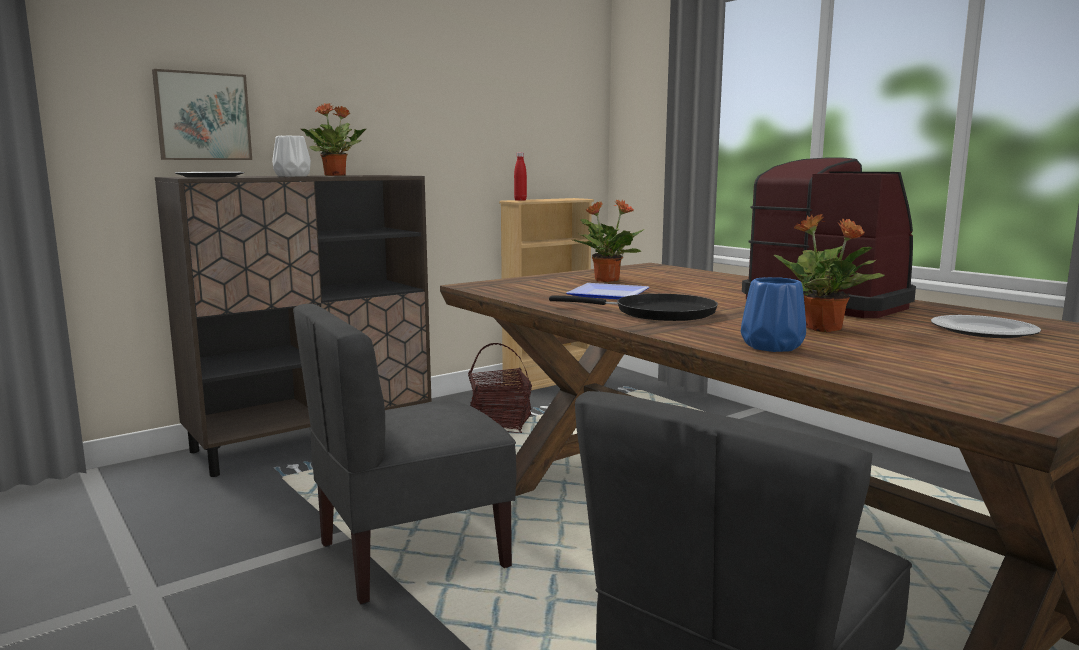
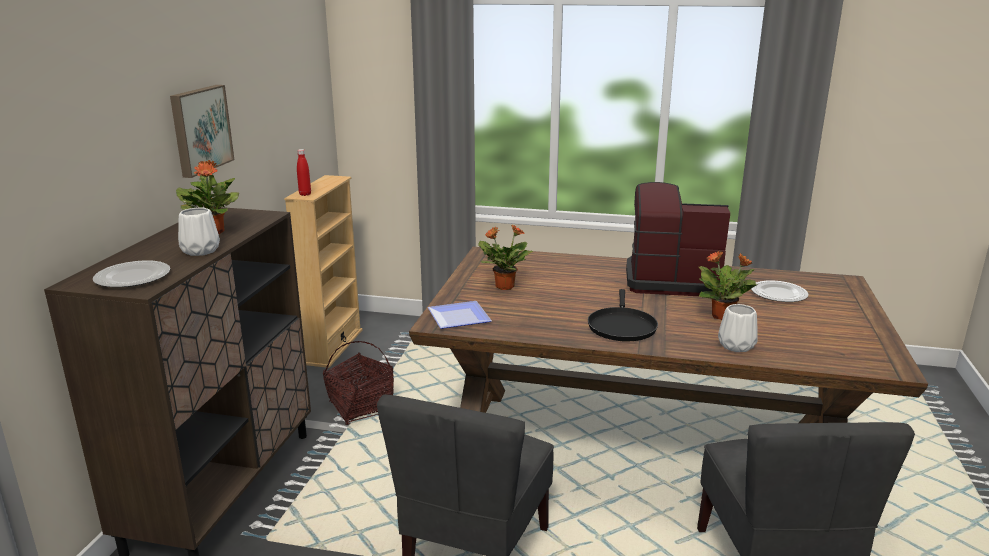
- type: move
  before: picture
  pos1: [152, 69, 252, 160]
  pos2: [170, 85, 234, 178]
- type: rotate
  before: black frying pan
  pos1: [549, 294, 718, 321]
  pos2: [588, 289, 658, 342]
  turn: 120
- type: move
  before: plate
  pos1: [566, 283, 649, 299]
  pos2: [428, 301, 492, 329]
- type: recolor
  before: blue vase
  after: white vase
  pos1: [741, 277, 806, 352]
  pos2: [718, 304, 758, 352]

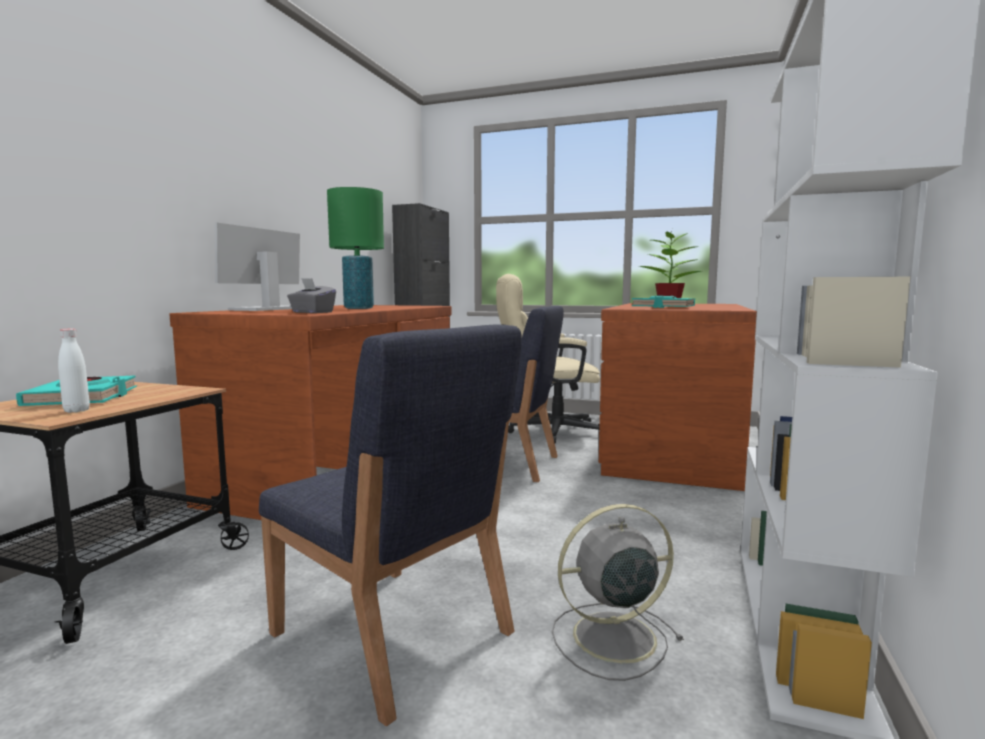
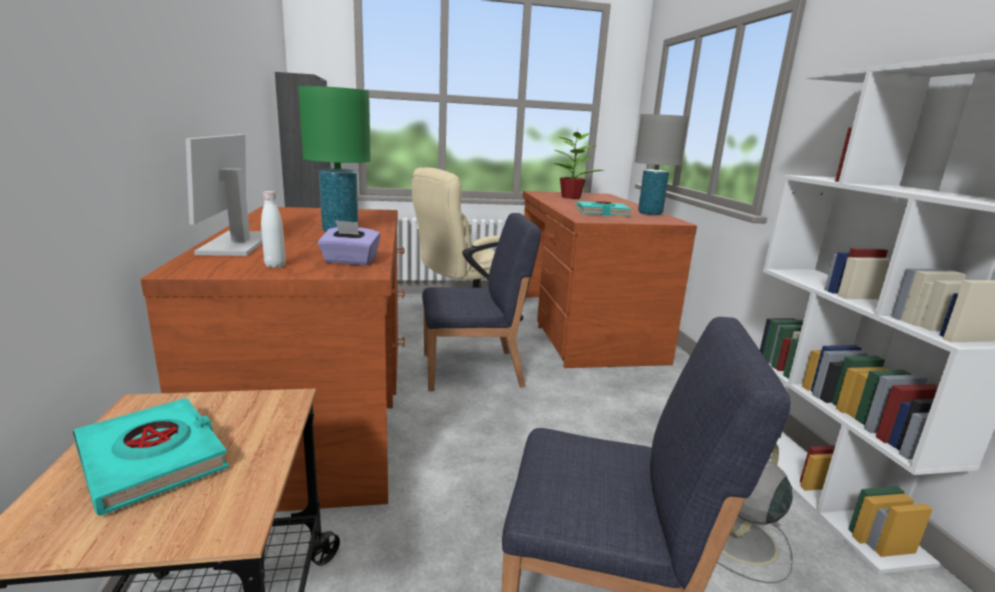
- type: move
  before: white bottle
  pos1: [58, 329, 90, 413]
  pos2: [261, 191, 286, 268]
- type: recolor
  before: grey tissue box
  after: purple tissue box
  pos1: [287, 278, 336, 313]
  pos2: [318, 220, 380, 265]
- type: insert
  after: grey table lamp
  pos2: [635, 114, 688, 215]

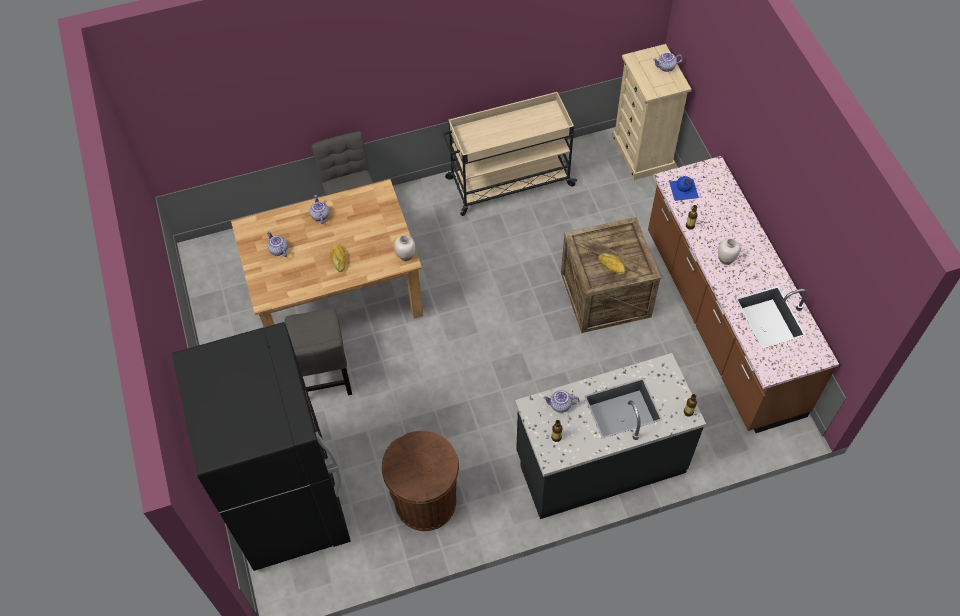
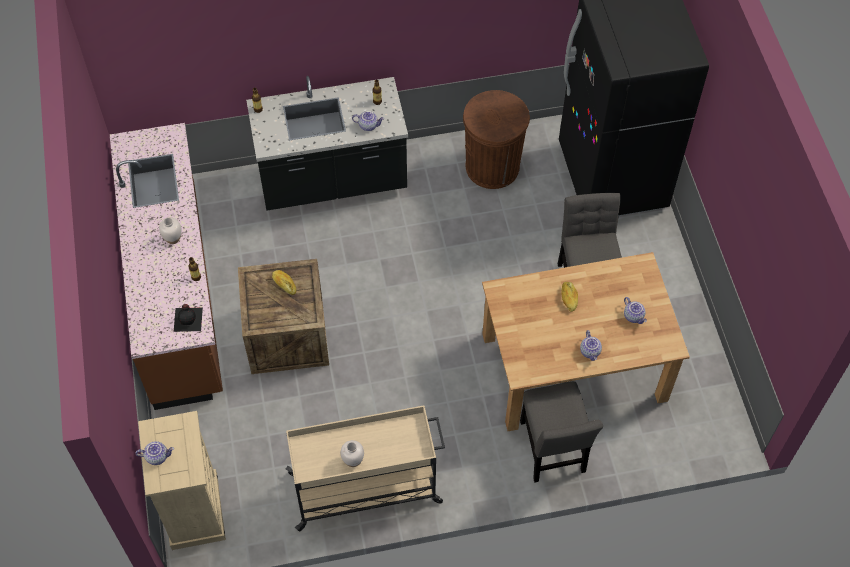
- type: move
  before: white vase
  pos1: [394, 235, 415, 261]
  pos2: [341, 440, 364, 467]
- type: recolor
  before: blue bottle
  after: black bottle
  pos1: [669, 176, 699, 201]
  pos2: [174, 304, 203, 332]

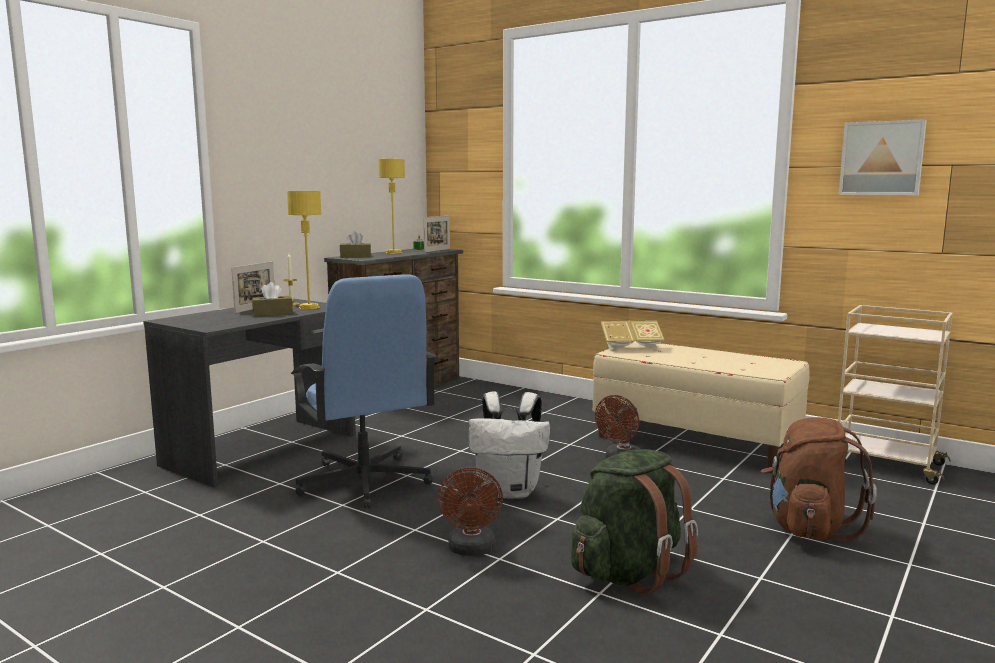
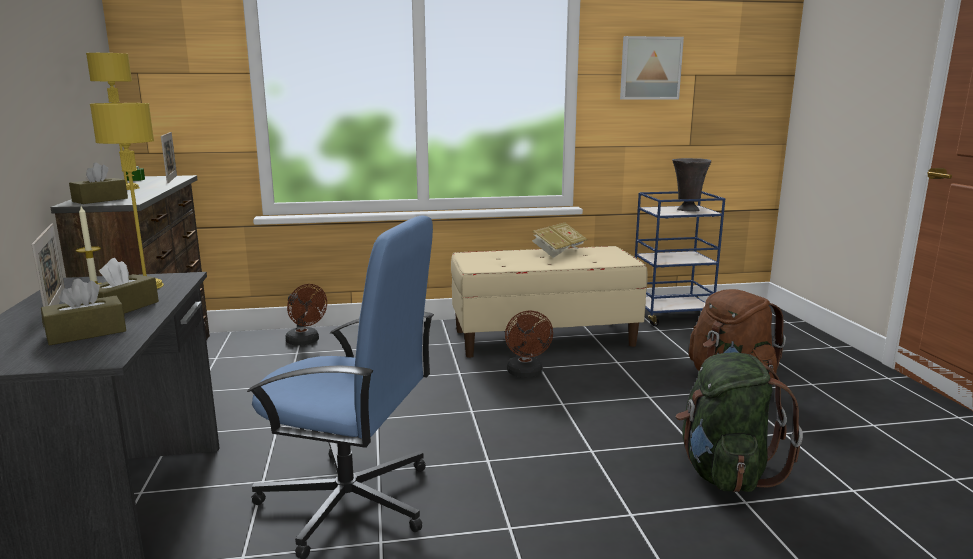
- type: move
  before: brown fan
  pos1: [438, 467, 503, 556]
  pos2: [285, 284, 327, 346]
- type: delete
  before: white backpack
  pos1: [469, 391, 550, 499]
- type: move
  before: book
  pos1: [601, 321, 665, 351]
  pos2: [532, 223, 588, 258]
- type: recolor
  before: beige cart
  after: blue cart
  pos1: [838, 305, 953, 484]
  pos2: [635, 191, 725, 326]
- type: insert
  after: brown tissue box
  pos2: [41, 278, 126, 345]
- type: insert
  after: grey vase
  pos2: [672, 158, 711, 212]

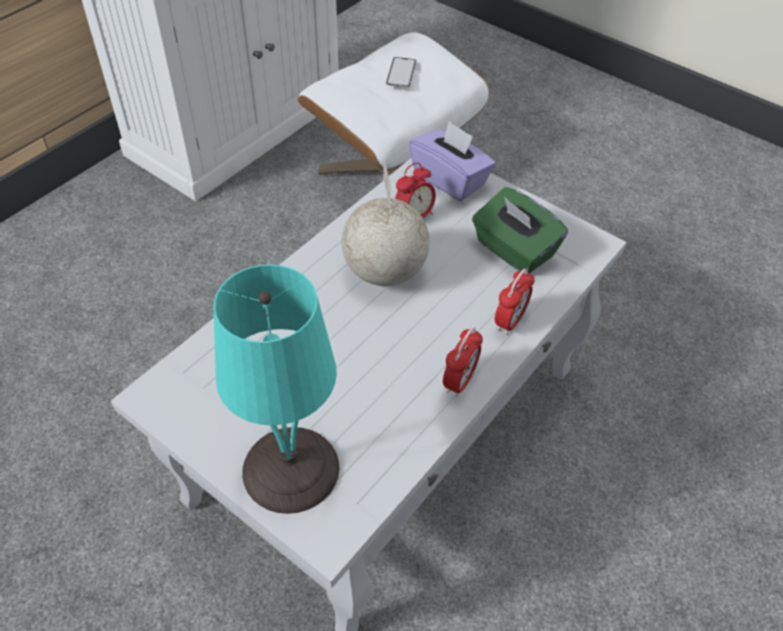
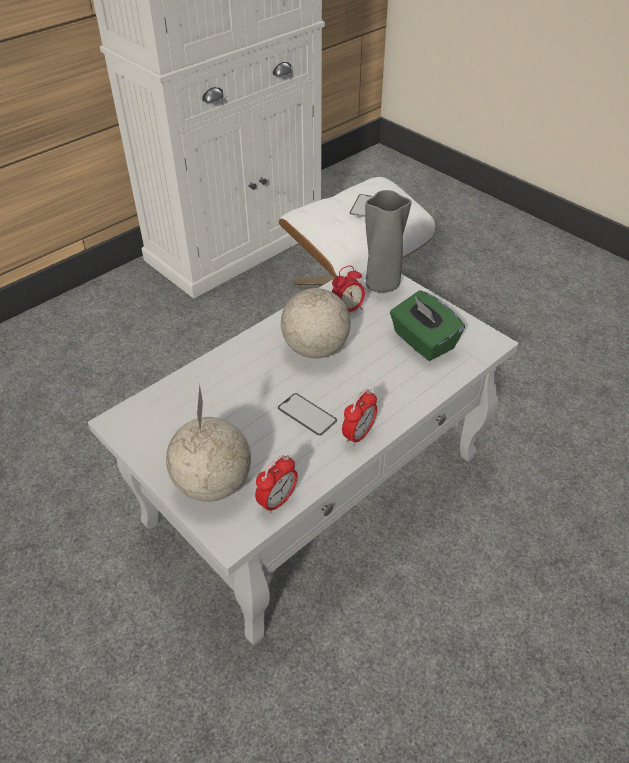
- type: replace
  before: turquoise table lamp
  after: globe
  pos1: [214, 264, 339, 514]
  pos2: [166, 384, 251, 502]
- type: replace
  before: purple tissue box
  after: grey vase
  pos1: [409, 121, 496, 201]
  pos2: [365, 190, 412, 293]
- type: move
  before: alarm clock
  pos1: [495, 268, 535, 335]
  pos2: [255, 455, 298, 514]
- type: insert
  after: phone
  pos2: [278, 393, 337, 436]

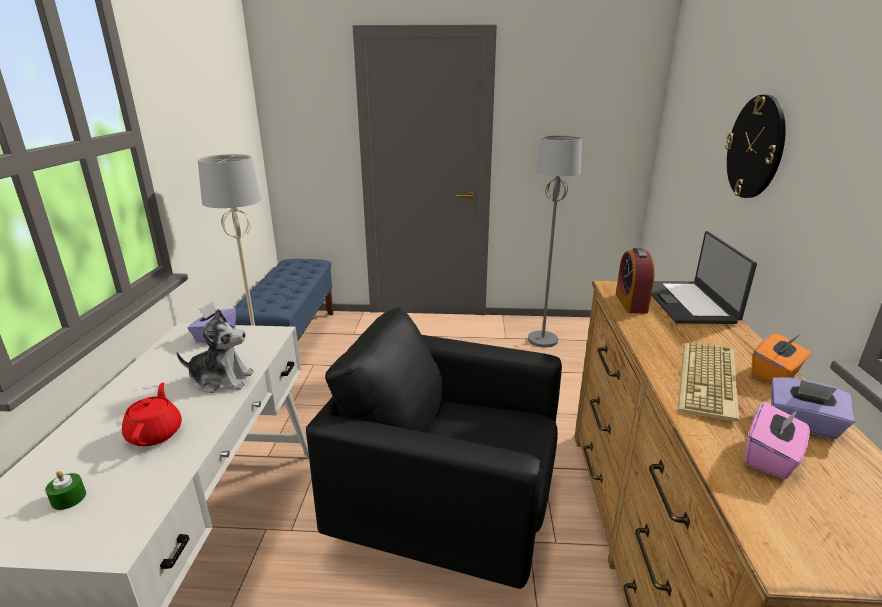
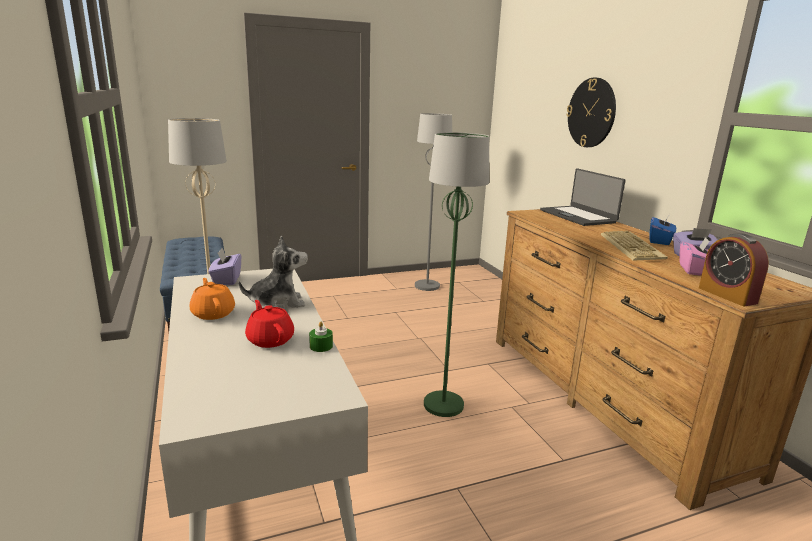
- type: move
  before: green candle
  pos1: [45, 471, 86, 510]
  pos2: [309, 322, 333, 352]
- type: replace
  before: black armchair
  after: green floor lamp
  pos1: [306, 308, 562, 589]
  pos2: [424, 132, 489, 417]
- type: move
  before: alarm clock
  pos1: [616, 248, 655, 313]
  pos2: [699, 233, 769, 306]
- type: recolor
  before: orange tissue box
  after: blue tissue box
  pos1: [752, 333, 811, 383]
  pos2: [650, 214, 676, 245]
- type: insert
  after: orange teapot
  pos2: [190, 278, 235, 320]

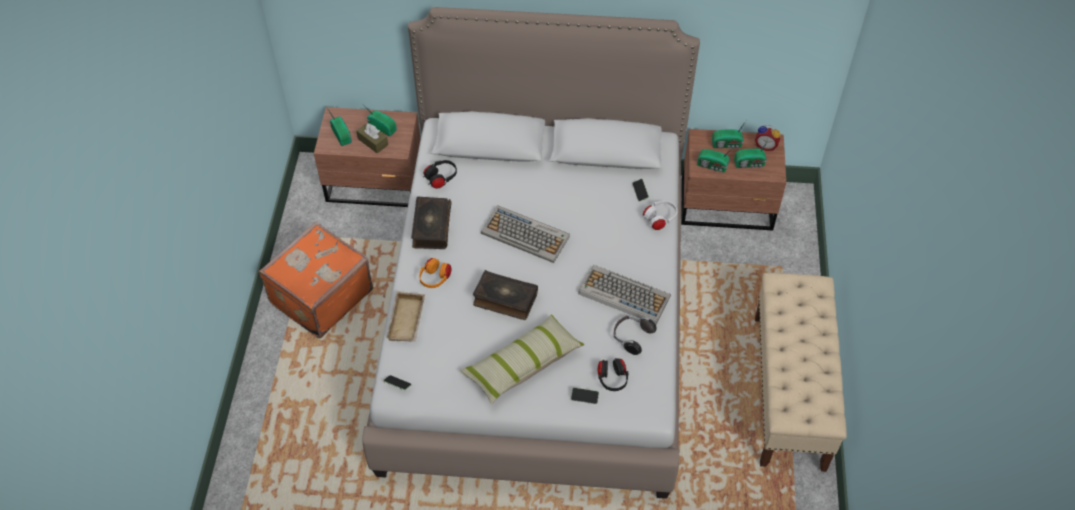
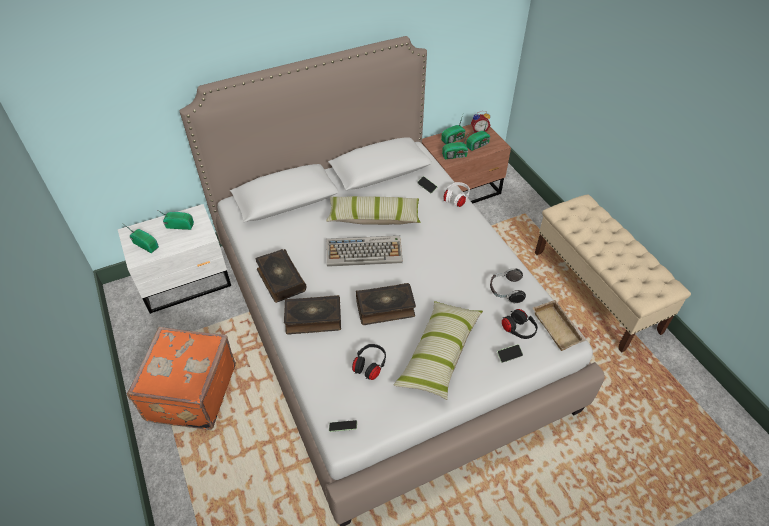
- type: recolor
  before: brown nightstand
  after: white nightstand
  pos1: [314, 107, 421, 207]
  pos2: [118, 204, 231, 314]
- type: delete
  before: brown tissue box
  pos1: [356, 122, 388, 153]
- type: move
  before: beige tray
  pos1: [387, 291, 425, 342]
  pos2: [533, 300, 586, 351]
- type: replace
  before: orange headphones
  after: book
  pos1: [419, 258, 451, 288]
  pos2: [284, 295, 341, 335]
- type: move
  before: black headphones
  pos1: [423, 160, 457, 189]
  pos2: [352, 344, 386, 380]
- type: delete
  before: keyboard
  pos1: [578, 265, 671, 325]
- type: insert
  after: pillow
  pos2: [326, 196, 420, 225]

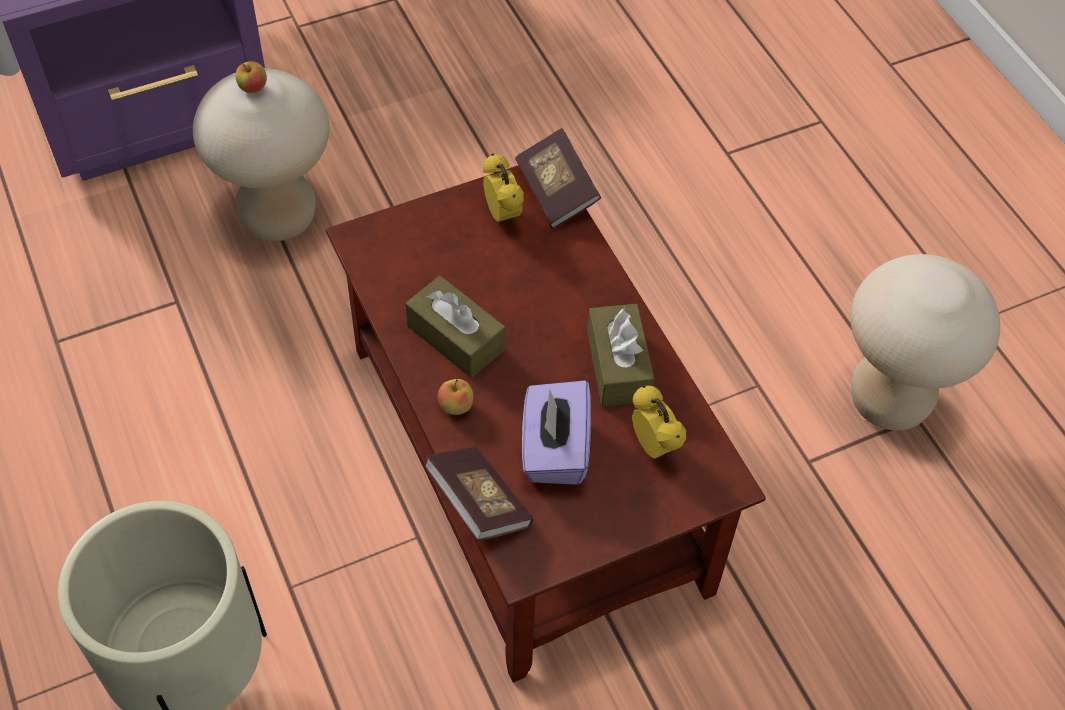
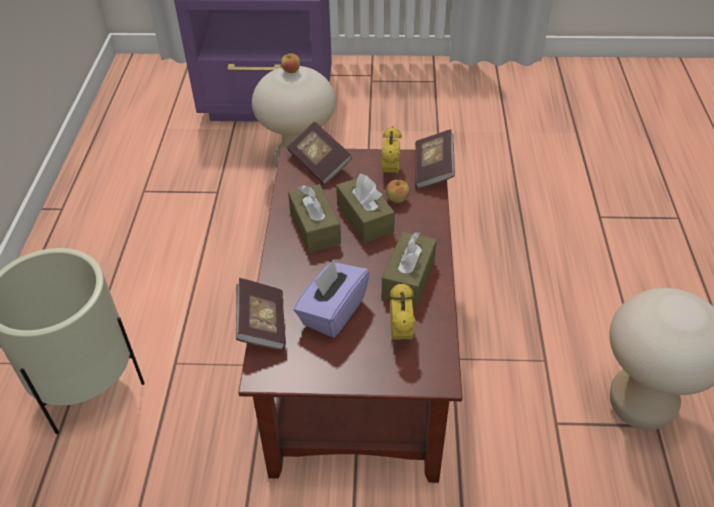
- type: move
  before: apple
  pos1: [437, 379, 474, 415]
  pos2: [386, 177, 409, 203]
- type: insert
  after: book
  pos2: [287, 121, 353, 185]
- type: insert
  after: brown tissue box
  pos2: [336, 173, 395, 243]

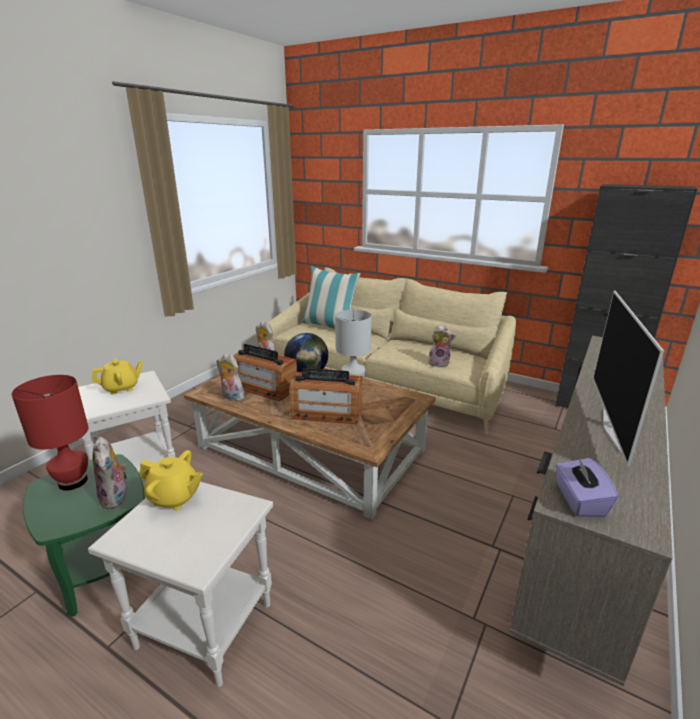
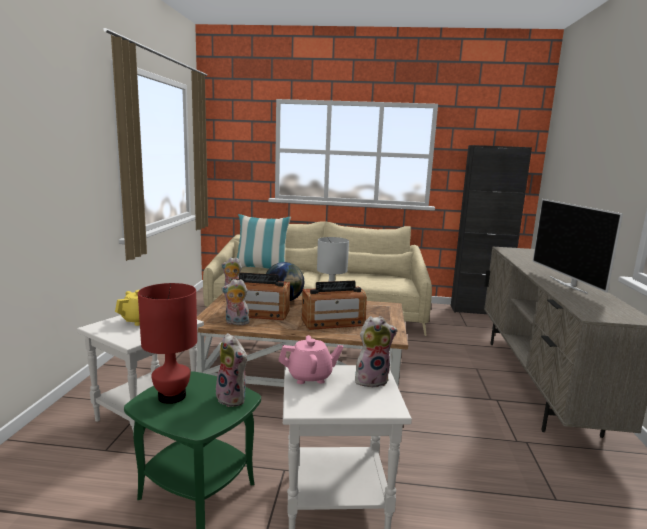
- type: recolor
  before: yellow teapot
  after: pink teapot
  pos1: [140, 450, 203, 510]
  pos2: [279, 335, 343, 384]
- type: move
  before: plush toy
  pos1: [428, 325, 456, 367]
  pos2: [355, 316, 398, 388]
- type: delete
  before: purple tissue box
  pos1: [555, 456, 619, 517]

